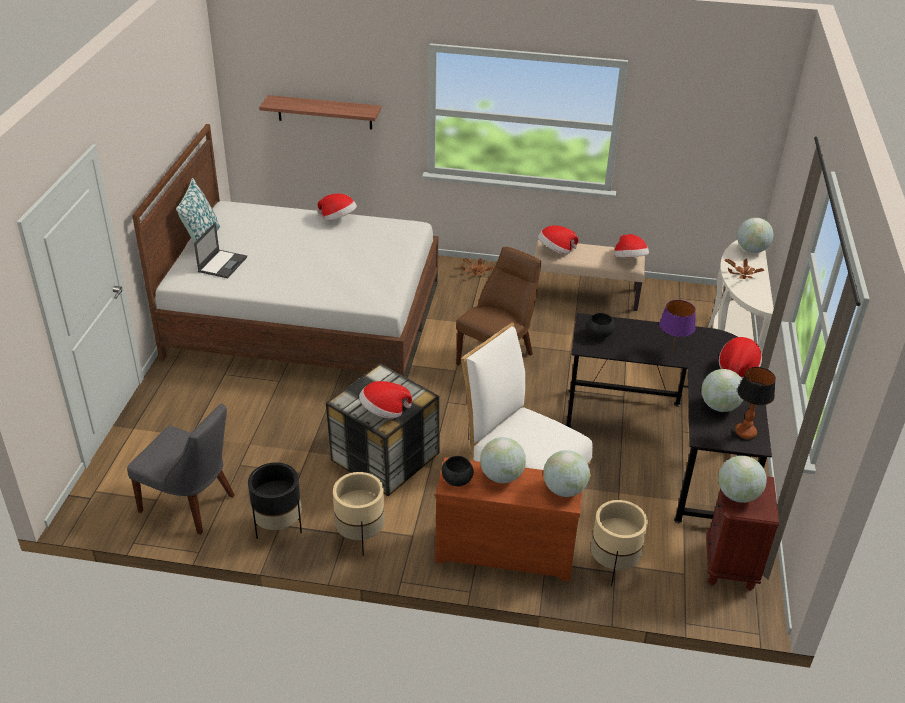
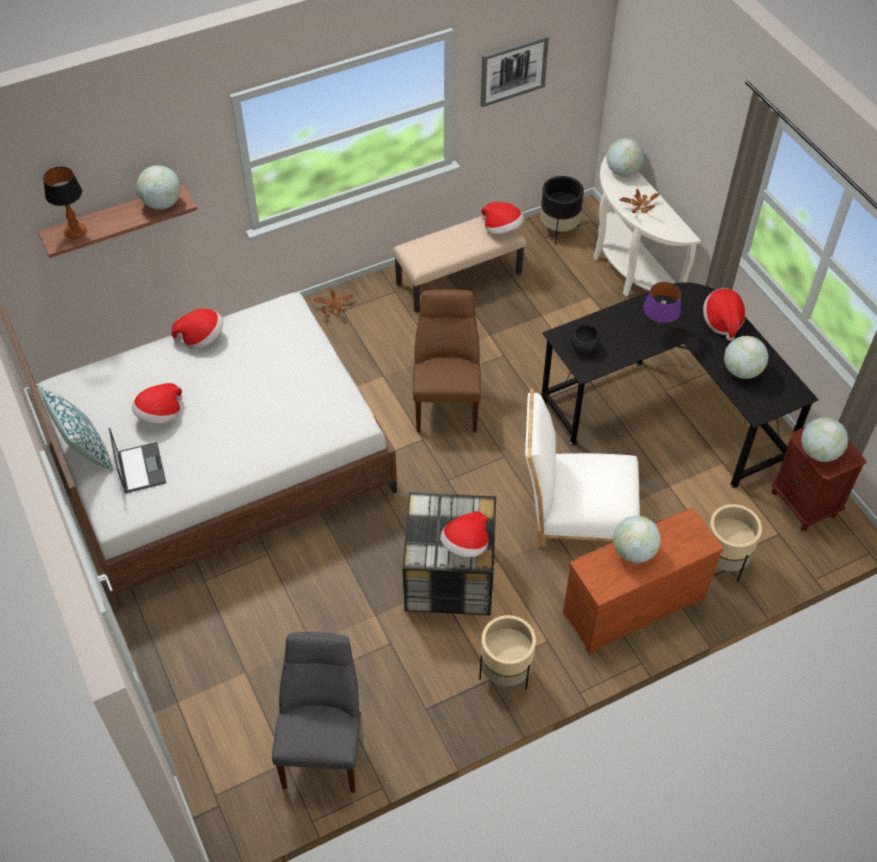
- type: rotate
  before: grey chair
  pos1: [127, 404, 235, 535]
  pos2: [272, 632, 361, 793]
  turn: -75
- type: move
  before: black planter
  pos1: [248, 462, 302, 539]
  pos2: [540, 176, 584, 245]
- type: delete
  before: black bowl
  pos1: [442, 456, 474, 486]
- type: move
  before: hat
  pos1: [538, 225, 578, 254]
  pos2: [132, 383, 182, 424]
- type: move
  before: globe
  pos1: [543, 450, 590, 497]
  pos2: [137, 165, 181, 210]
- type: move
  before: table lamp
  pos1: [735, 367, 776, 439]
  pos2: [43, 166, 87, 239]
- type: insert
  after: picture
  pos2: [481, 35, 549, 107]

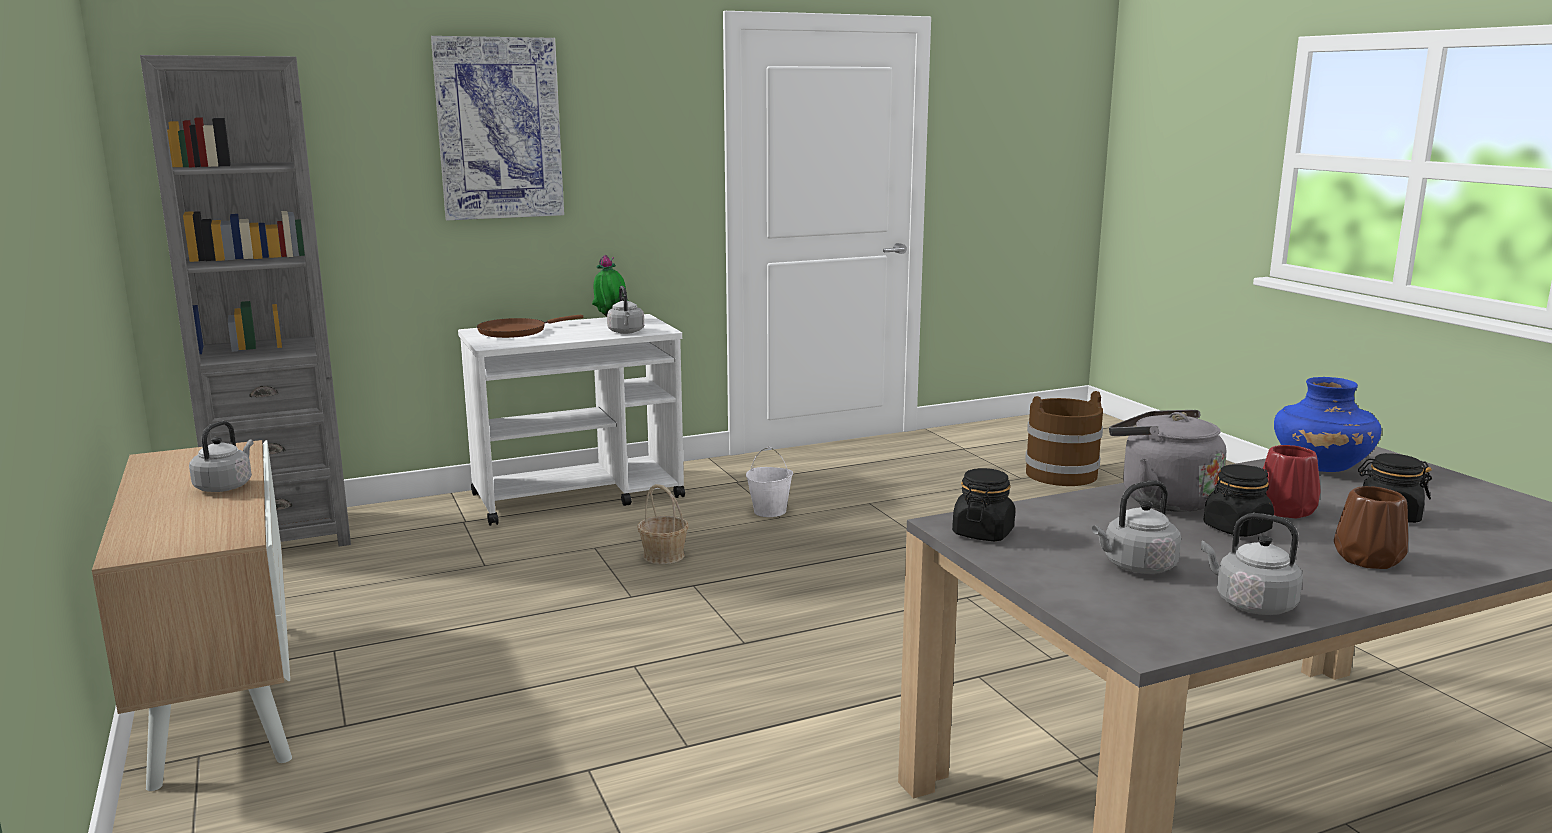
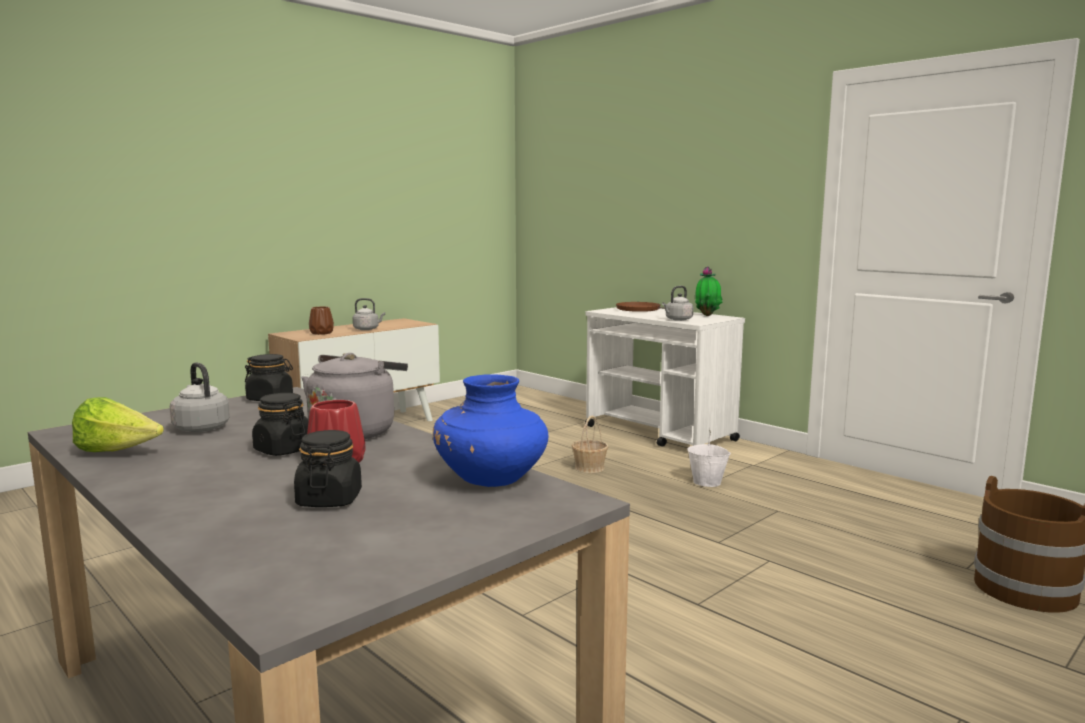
- type: delete
  before: grey bookcase
  pos1: [140, 55, 351, 547]
- type: delete
  before: picture
  pos1: [431, 36, 564, 220]
- type: replace
  before: grey kettle
  after: lettuce
  pos1: [1201, 513, 1303, 615]
  pos2: [72, 397, 164, 452]
- type: move
  before: brown vase
  pos1: [1334, 486, 1408, 569]
  pos2: [309, 306, 334, 335]

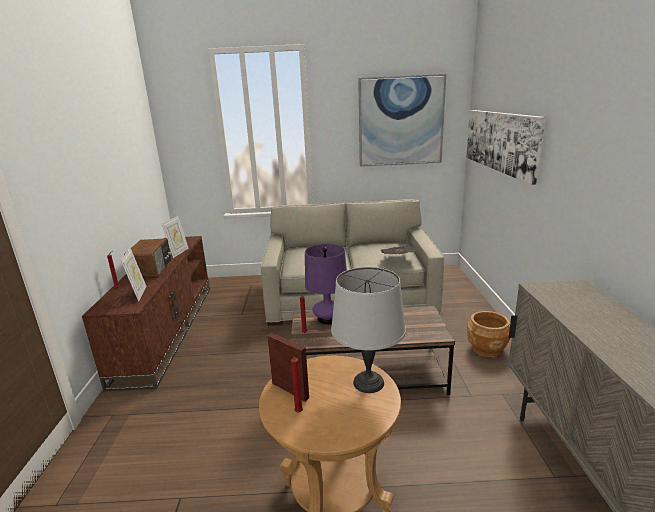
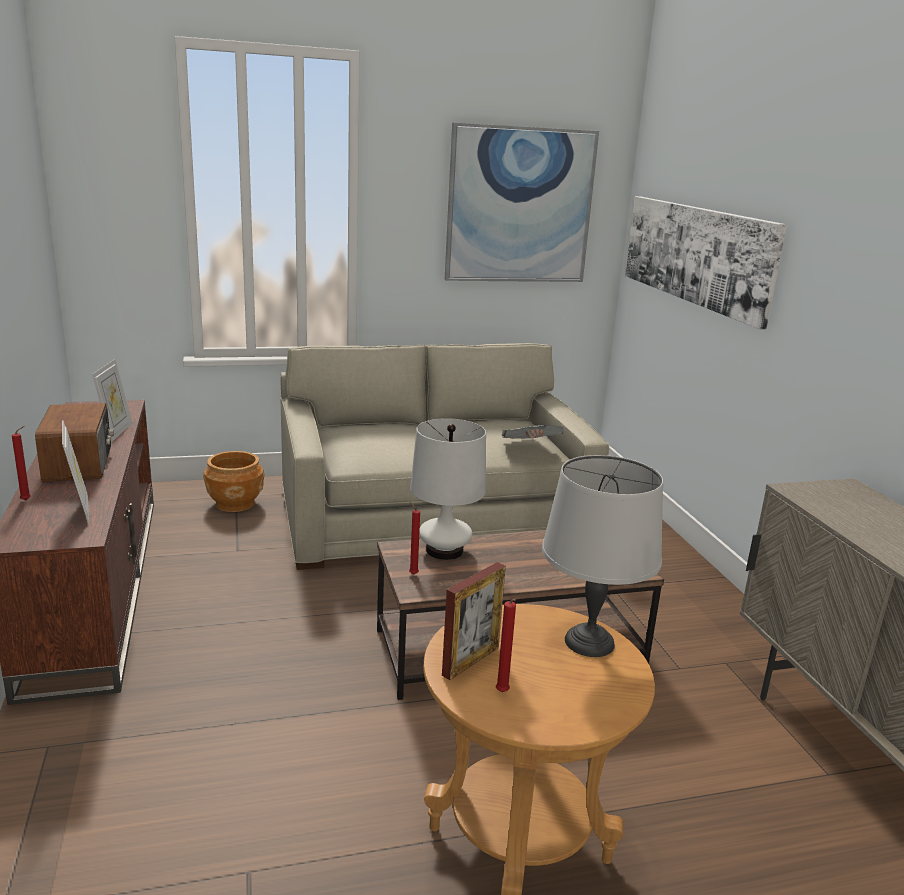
- type: rotate
  before: picture frame
  pos1: [267, 333, 309, 402]
  pos2: [442, 562, 506, 680]
  turn: 105
- type: recolor
  before: purple table lamp
  after: white table lamp
  pos1: [305, 244, 347, 325]
  pos2: [410, 418, 486, 560]
- type: move
  before: brown planter
  pos1: [467, 311, 510, 357]
  pos2: [203, 451, 264, 512]

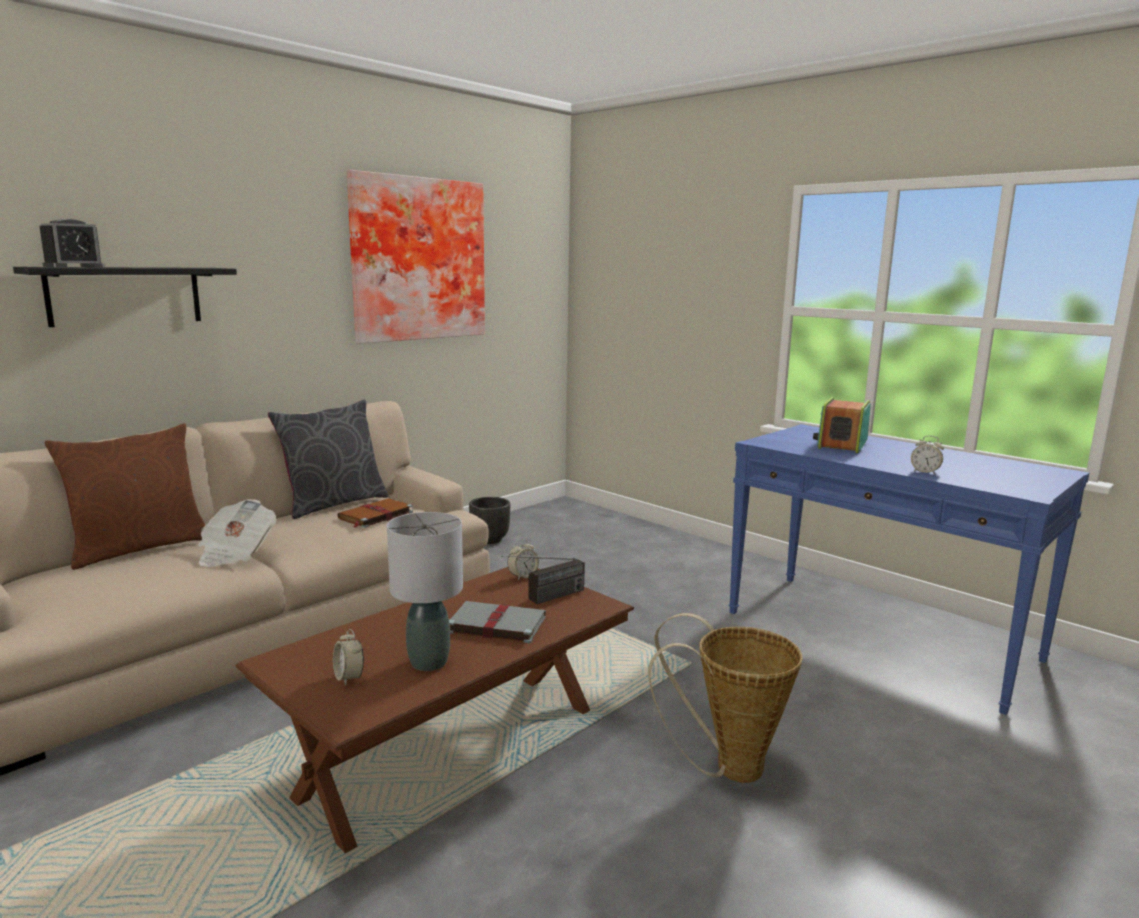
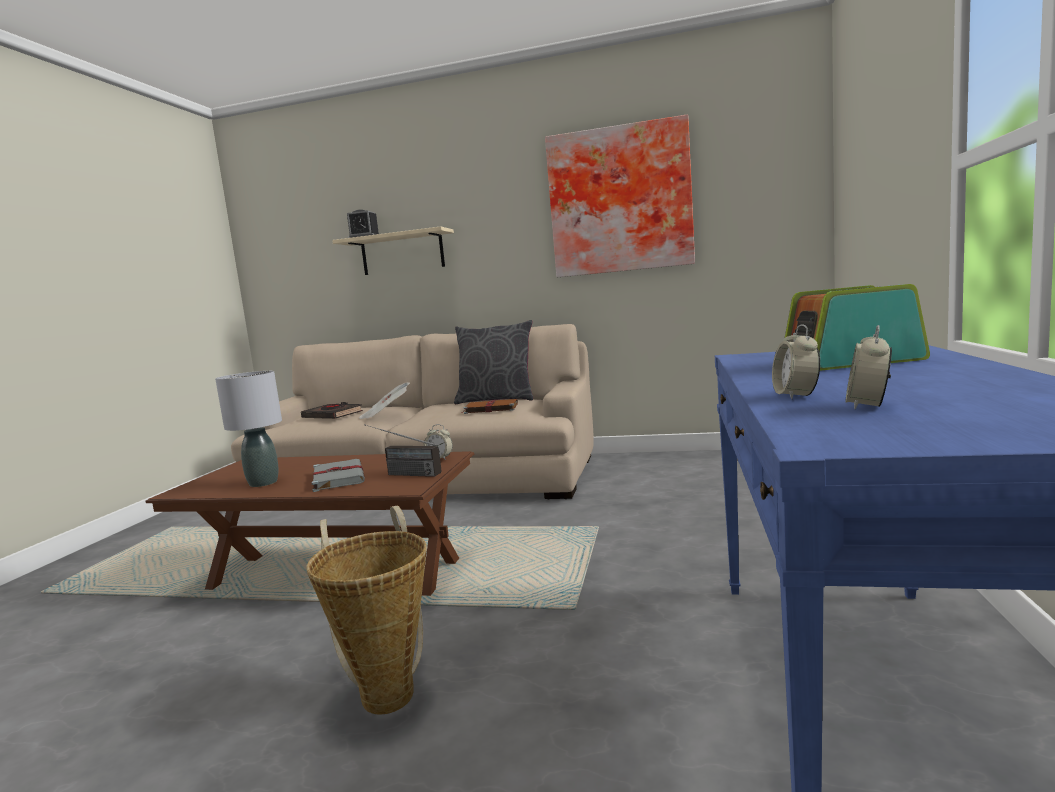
- type: recolor
  before: black shelf
  after: beige shelf
  pos1: [13, 267, 237, 327]
  pos2: [332, 227, 454, 275]
- type: delete
  before: brown pillow
  pos1: [45, 423, 205, 570]
- type: move
  before: alarm clock
  pos1: [333, 629, 364, 685]
  pos2: [845, 325, 892, 410]
- type: delete
  before: black planter
  pos1: [469, 497, 510, 544]
- type: insert
  after: black book
  pos2: [301, 402, 363, 419]

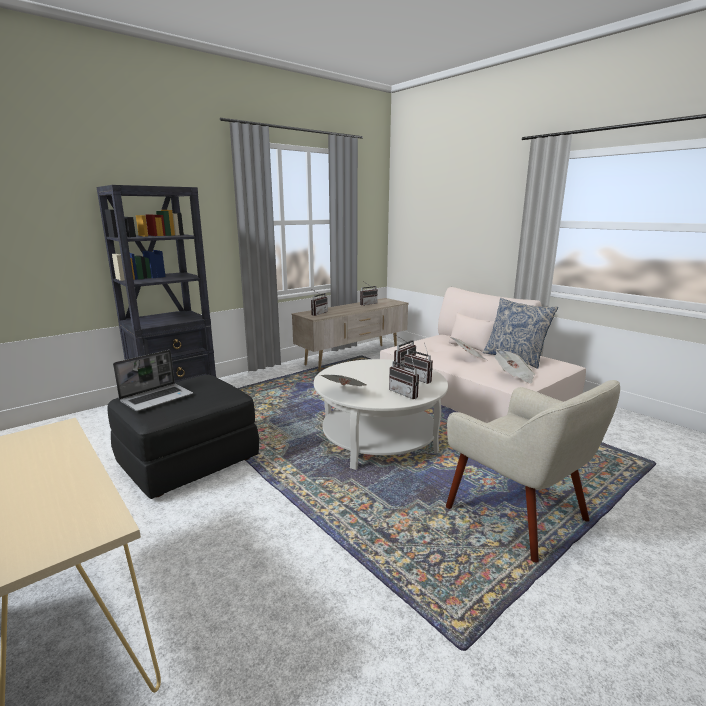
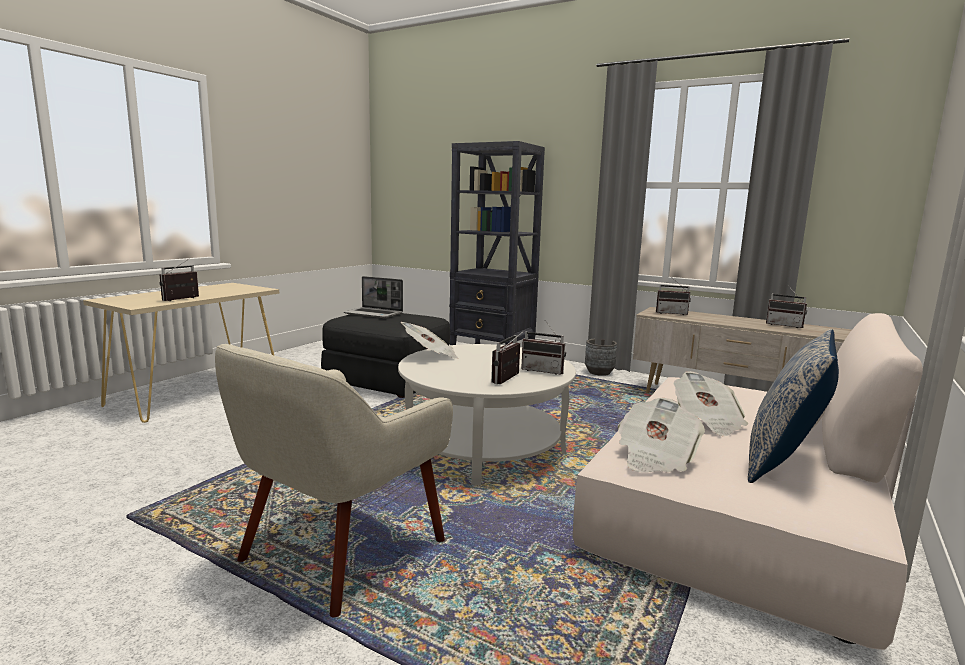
- type: move
  before: radio
  pos1: [389, 355, 419, 399]
  pos2: [159, 260, 199, 301]
- type: insert
  after: grey planter
  pos2: [585, 339, 617, 376]

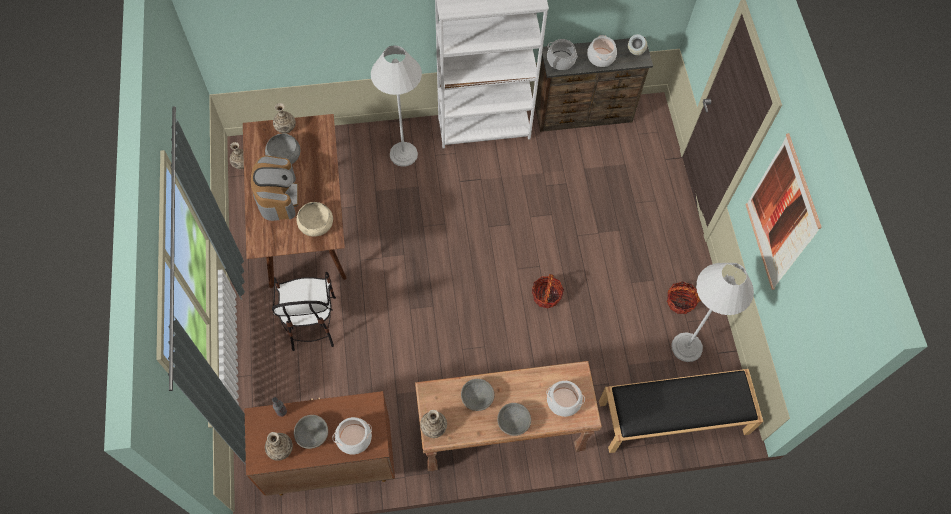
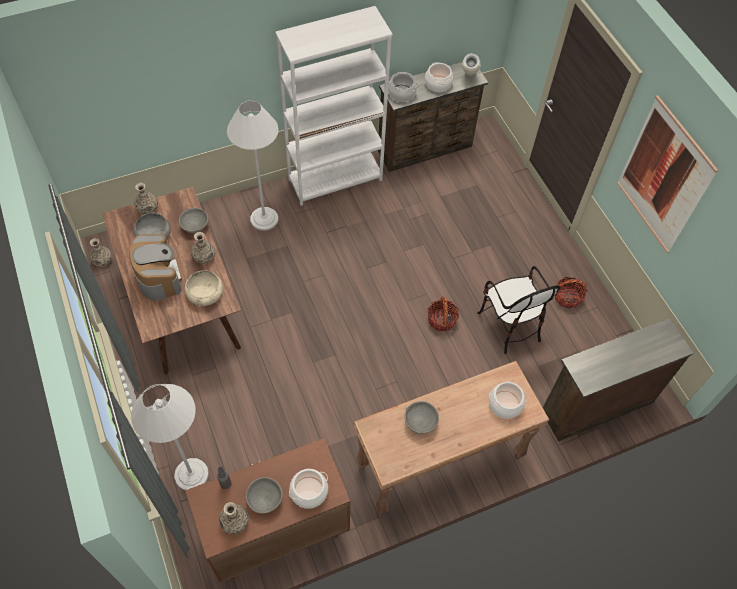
- type: move
  before: chair
  pos1: [272, 272, 336, 351]
  pos2: [478, 266, 560, 354]
- type: move
  before: vase
  pos1: [420, 410, 447, 438]
  pos2: [191, 232, 215, 264]
- type: move
  before: grey bowl
  pos1: [497, 403, 531, 436]
  pos2: [179, 208, 209, 233]
- type: replace
  before: black bench
  after: brown dresser
  pos1: [599, 369, 764, 453]
  pos2: [543, 318, 694, 442]
- type: move
  before: white floor lamp
  pos1: [671, 263, 754, 362]
  pos2: [131, 384, 209, 490]

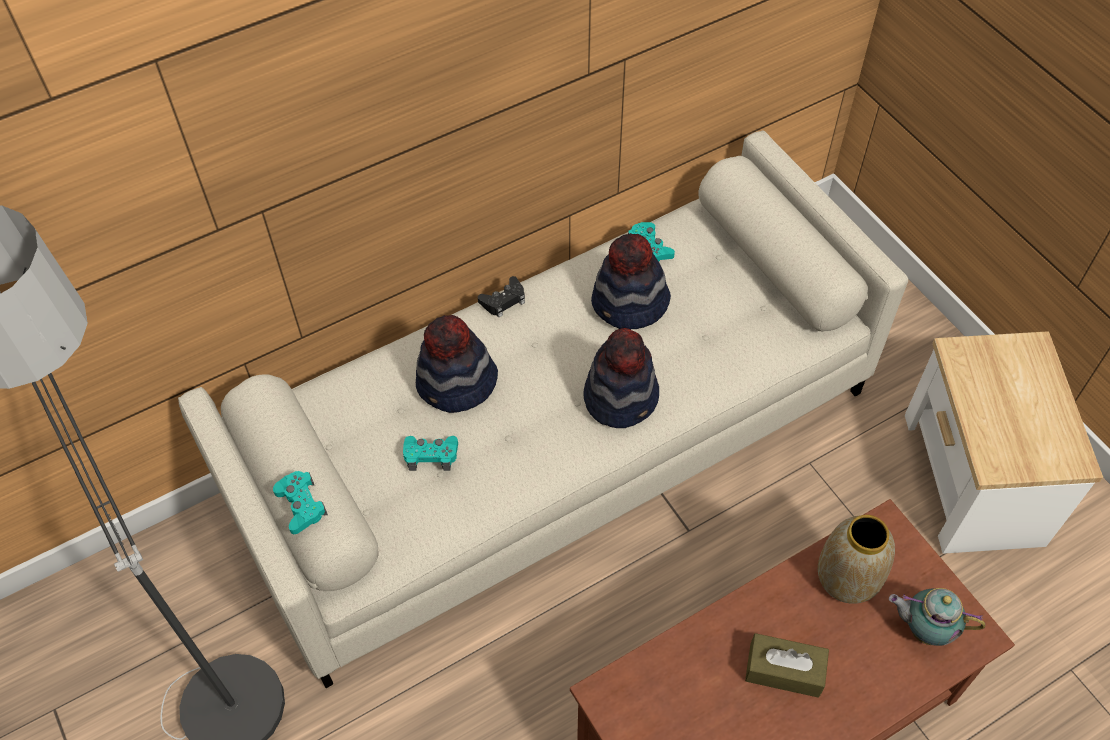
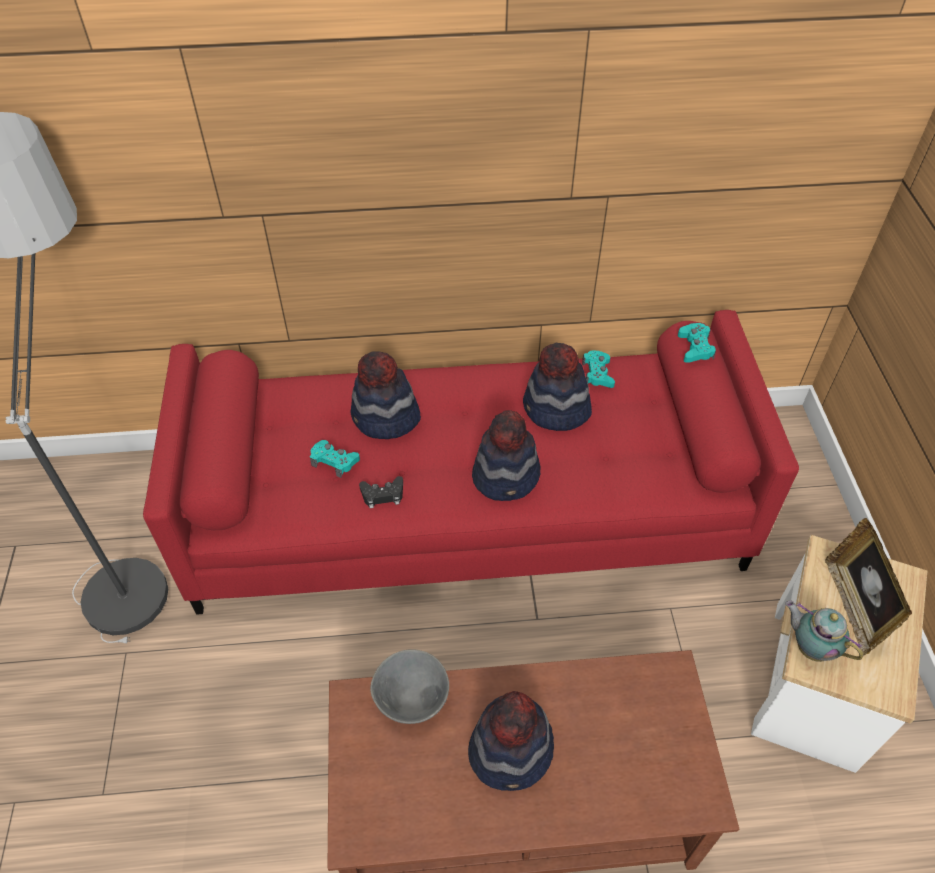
- type: recolor
  before: beige sofa
  after: red sofa
  pos1: [178, 130, 908, 688]
  pos2: [143, 310, 799, 615]
- type: move
  before: turquoise game controller
  pos1: [273, 471, 328, 534]
  pos2: [678, 323, 716, 363]
- type: move
  before: black game controller
  pos1: [478, 276, 525, 317]
  pos2: [359, 476, 403, 508]
- type: replace
  before: brown tissue box
  after: hat
  pos1: [745, 633, 829, 698]
  pos2: [468, 691, 554, 791]
- type: delete
  before: vase
  pos1: [818, 515, 895, 604]
- type: move
  before: teapot
  pos1: [889, 588, 985, 646]
  pos2: [785, 600, 863, 662]
- type: insert
  after: grey bowl
  pos2: [370, 649, 449, 724]
- type: insert
  after: picture frame
  pos2: [825, 518, 912, 656]

